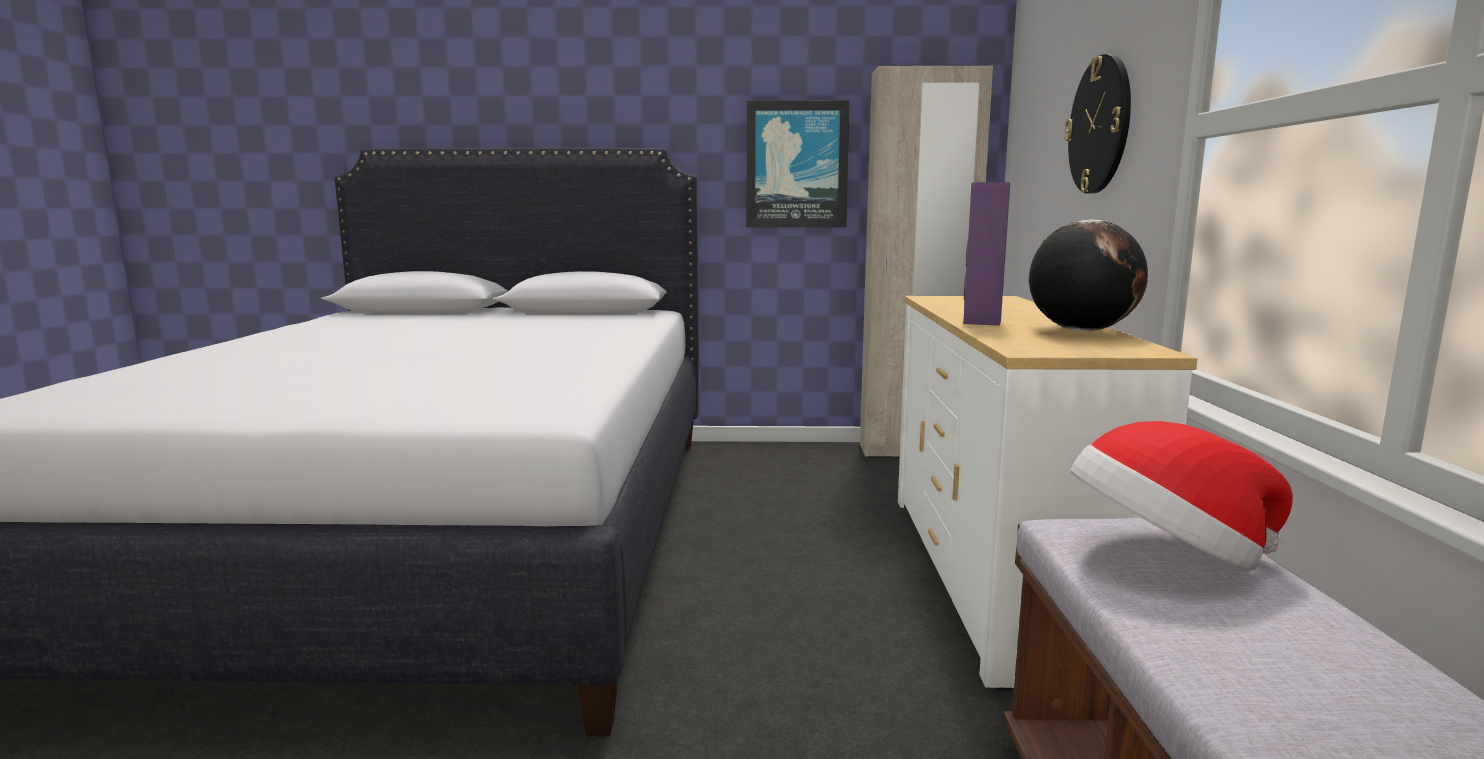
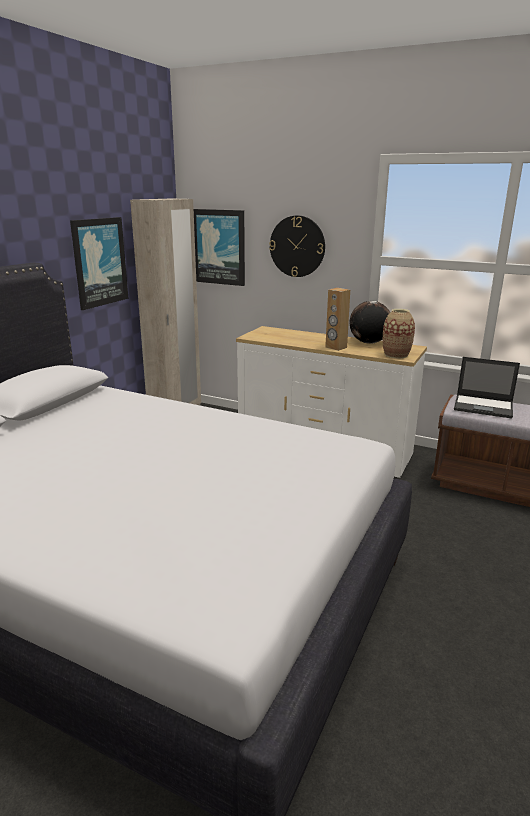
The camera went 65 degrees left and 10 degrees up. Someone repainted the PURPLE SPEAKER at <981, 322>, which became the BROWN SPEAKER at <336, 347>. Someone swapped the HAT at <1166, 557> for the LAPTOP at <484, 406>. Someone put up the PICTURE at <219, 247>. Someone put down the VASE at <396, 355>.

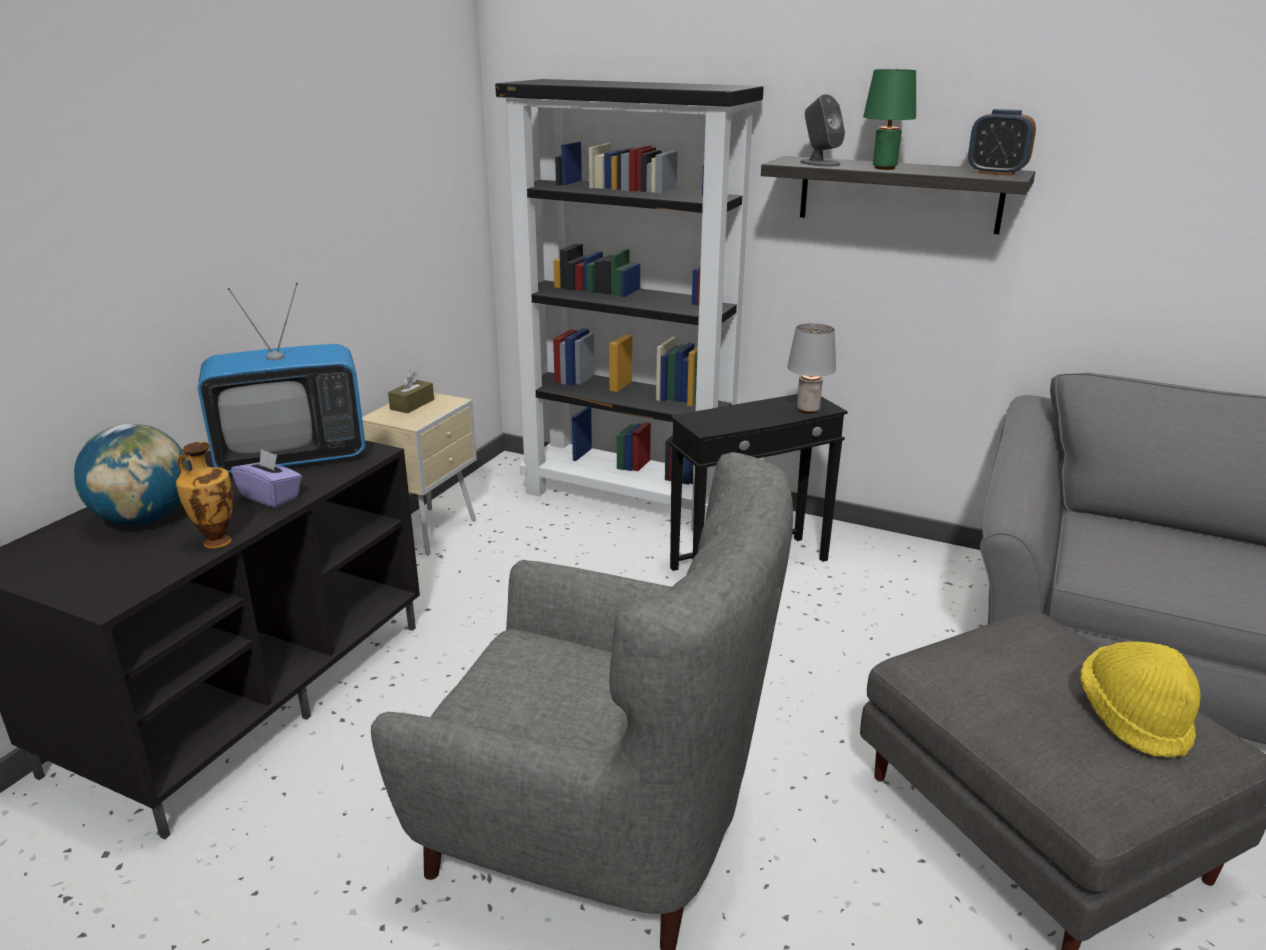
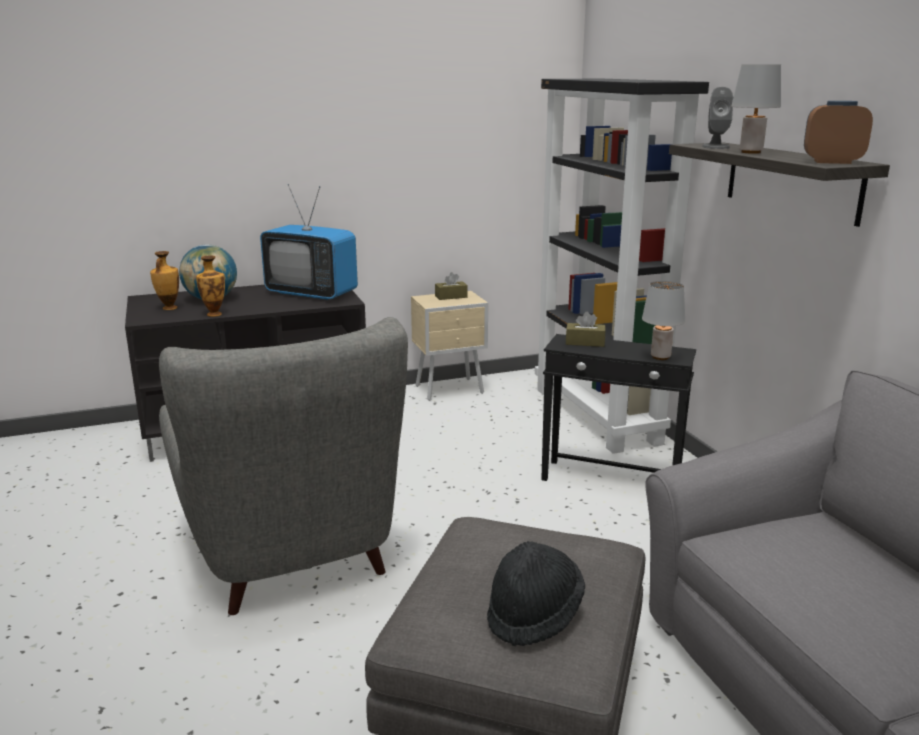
The camera went 45 degrees right and 5 degrees down. Someone repainted the GREEN TABLE LAMP at <884, 168>, which became the GREY TABLE LAMP at <750, 152>. Someone rotated the ALARM CLOCK at <996, 173> by 120 degrees clockwise. Someone took away the PURPLE TISSUE BOX at <271, 497>. Someone repainted the YELLOW HAT at <1133, 718>, which became the BLACK HAT at <534, 614>. Someone put down the VASE at <169, 308>. Someone put down the BROWN TISSUE BOX at <585, 342>.

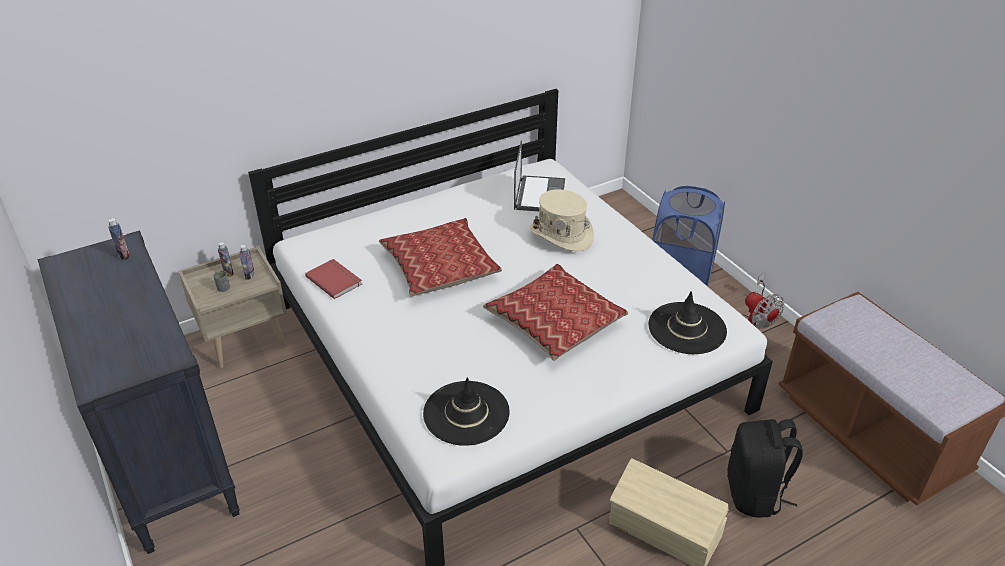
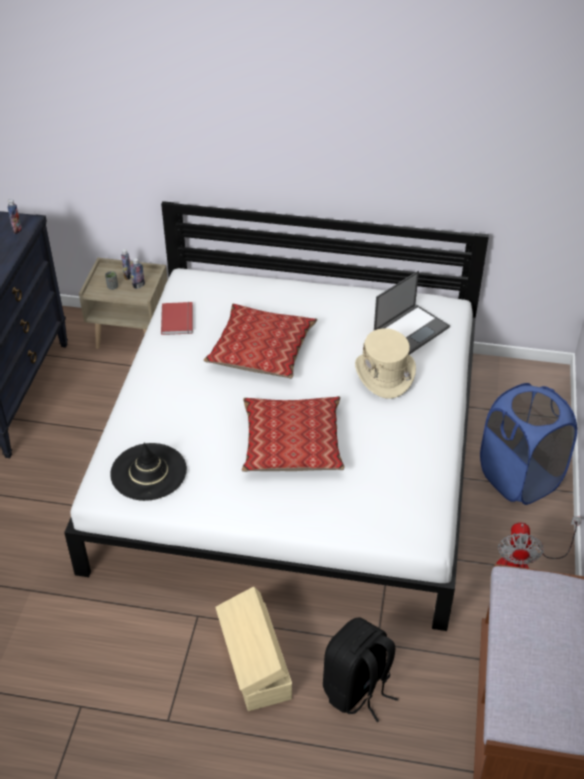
The camera went 40 degrees right and 5 degrees up. Someone took away the BLACK HAT at <687, 328>.

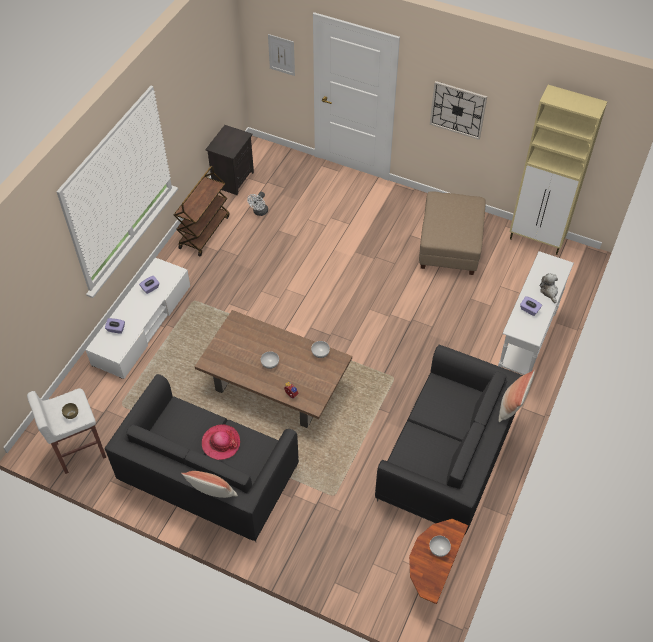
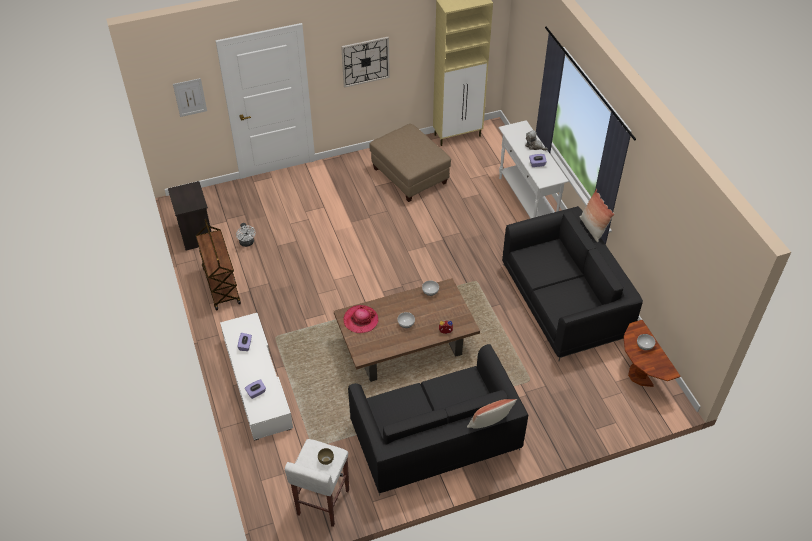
The camera went 45 degrees left and 5 degrees down. Someone carried the HAT from <221, 443> to <360, 320>.

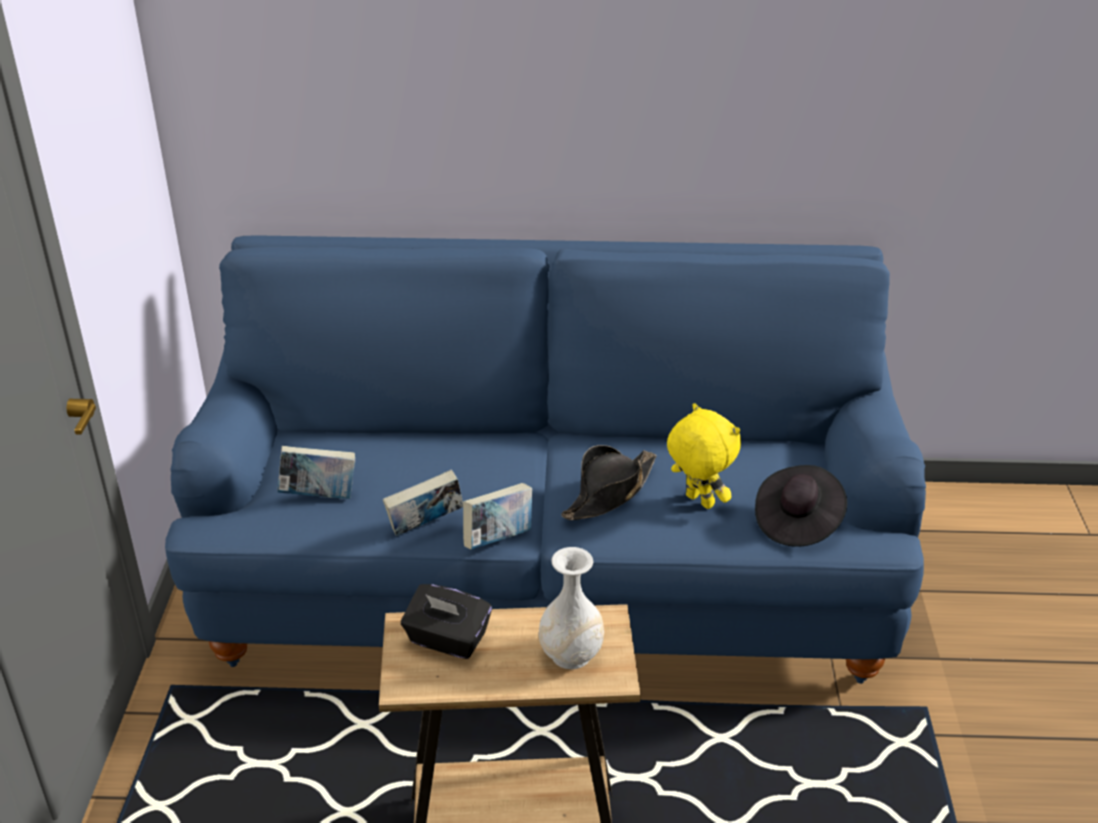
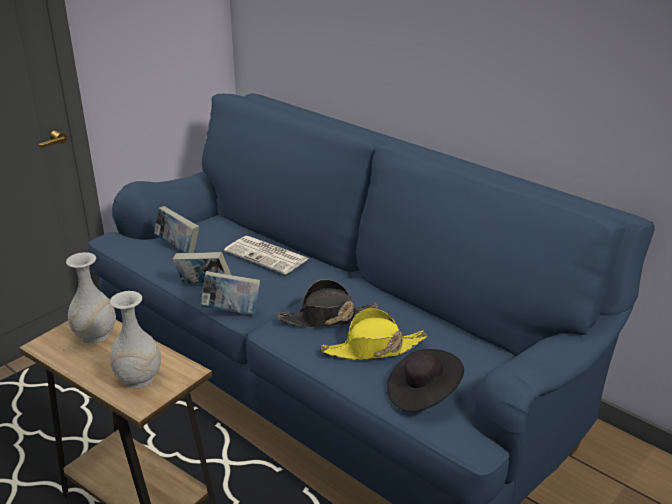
The camera went 40 degrees right and 5 degrees down. Someone swapped the YELLOW PLUSH TOY at <698, 501> for the YELLOW HAT at <373, 349>. Someone swapped the BLACK TISSUE BOX at <447, 640> for the WHITE VASE at <96, 335>. Someone put down the NEWSPAPER at <267, 255>.

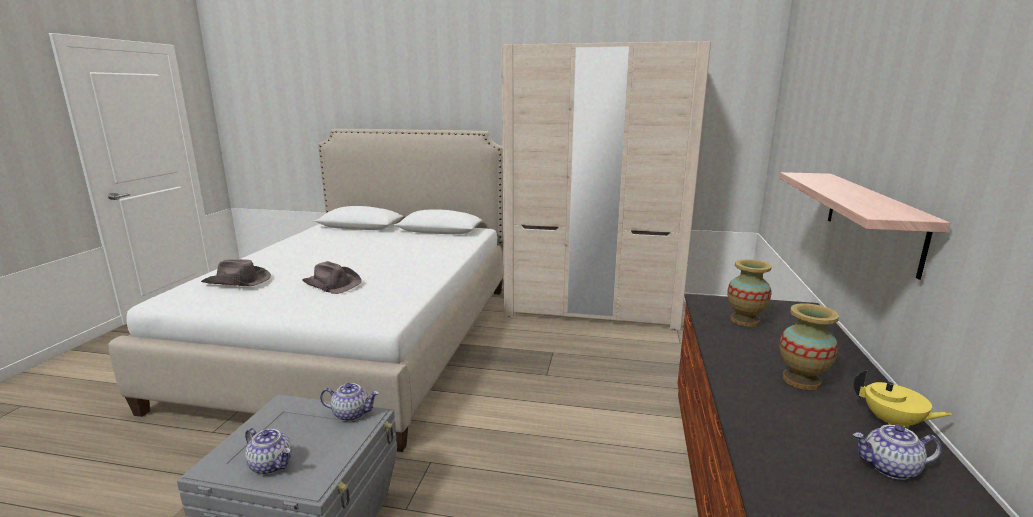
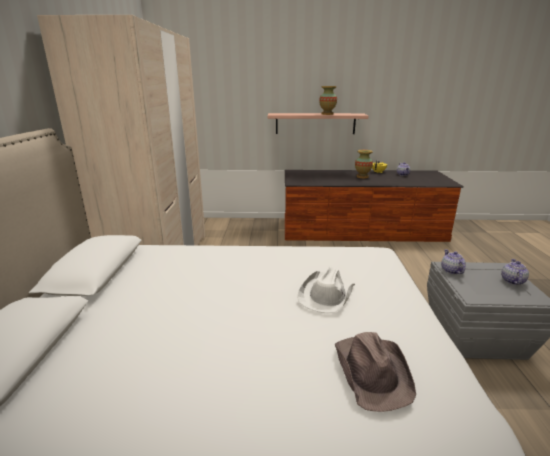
The camera went 100 degrees left and 5 degrees up. Someone carried the VASE from <745, 320> to <327, 114>. Someone repainted the BROWN HAT at <332, 284>, which became the WHITE HAT at <326, 294>.

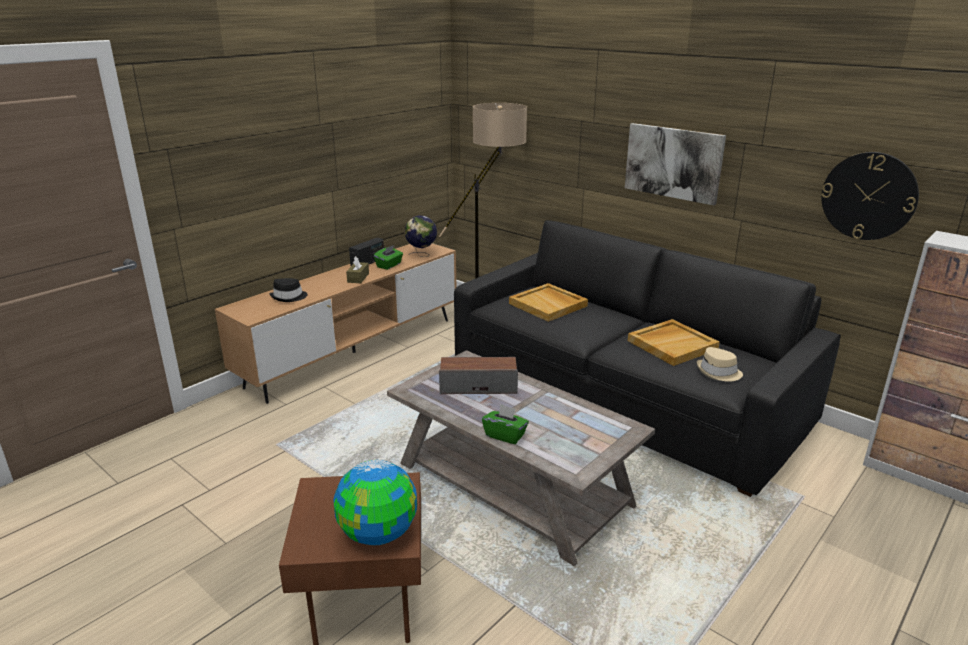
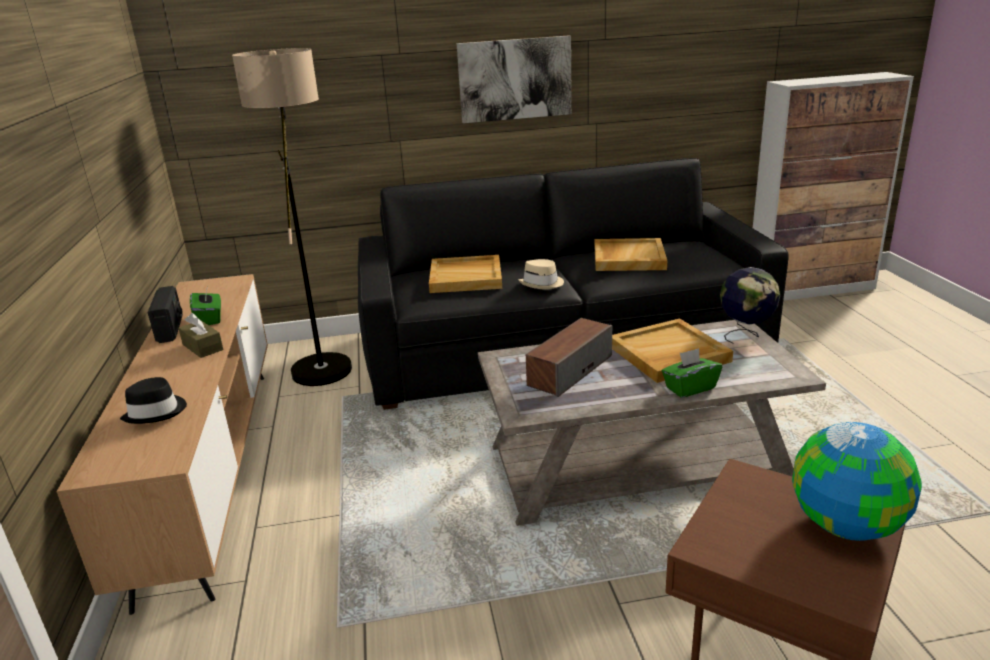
The camera went 50 degrees left and 0 degrees up. Someone took away the WALL CLOCK at <868, 196>. Someone carried the GLOBE from <421, 255> to <745, 335>. Someone carried the BEIGE HAT from <718, 372> to <542, 284>. Someone put down the BEIGE TRAY at <668, 354>.

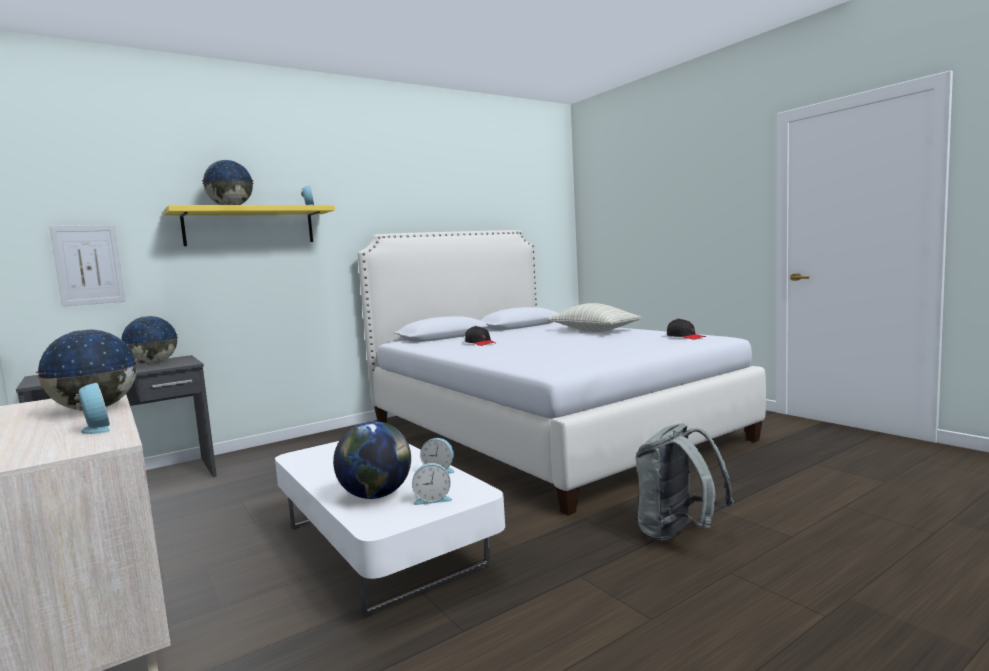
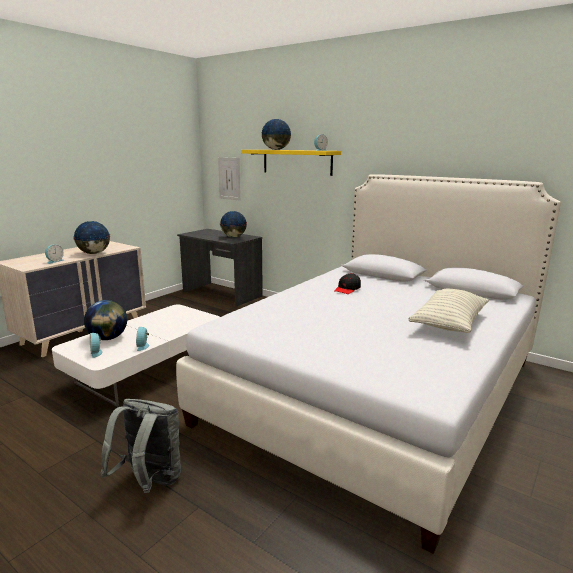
The camera went 70 degrees right and 10 degrees up. Someone took away the BLACK CAP at <685, 337>.

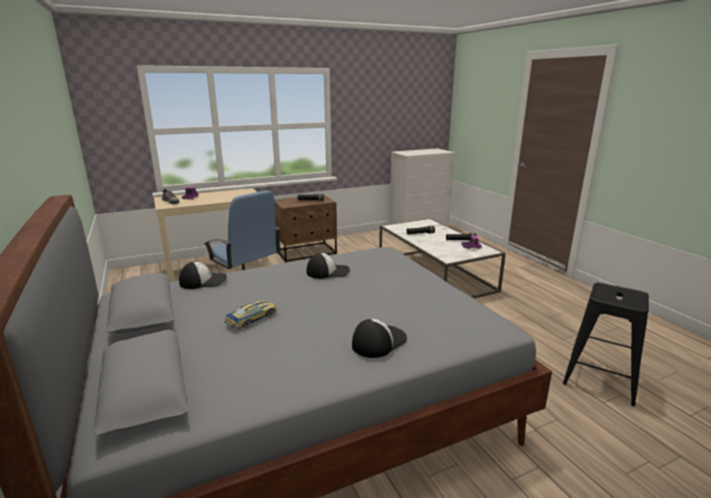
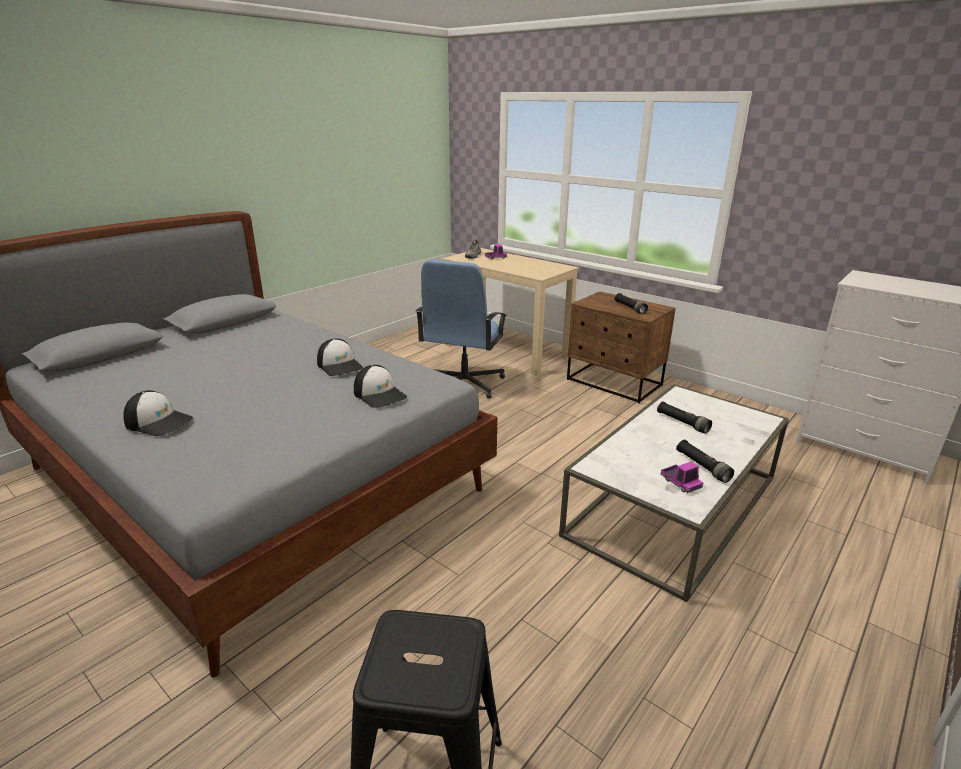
The camera went 65 degrees right and 5 degrees up. Someone carried the CAP from <203, 281> to <380, 394>. Someone took away the TOY CAR at <252, 318>.

